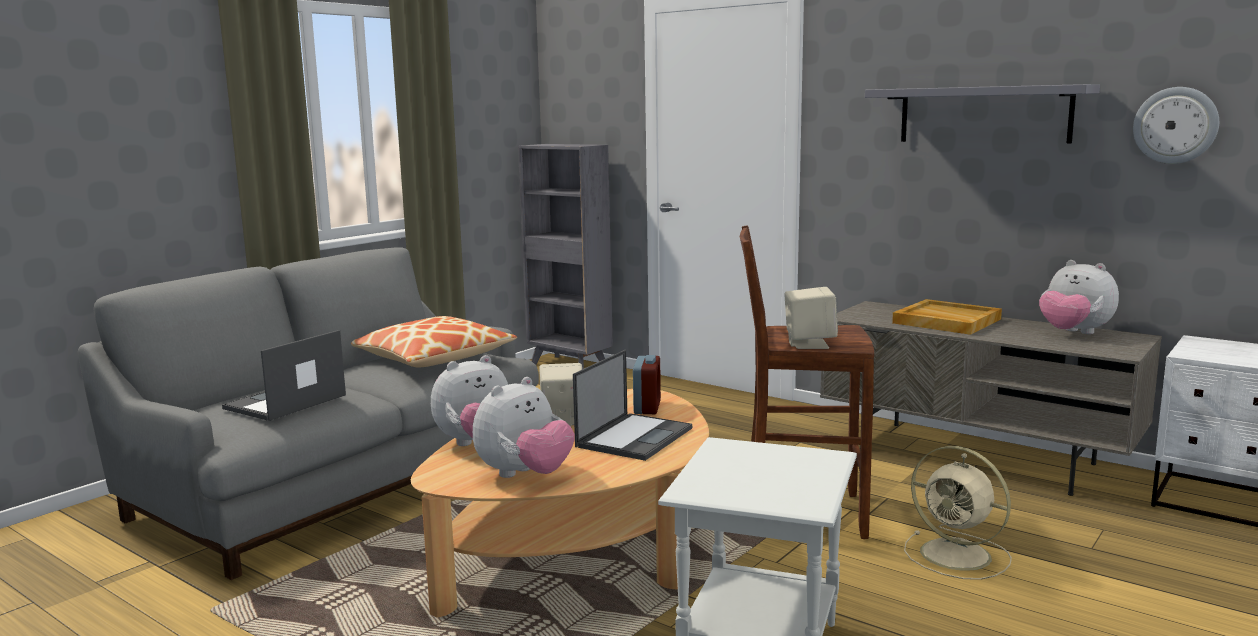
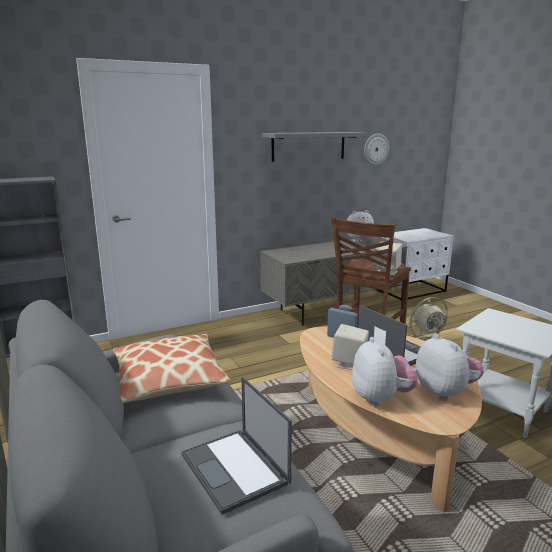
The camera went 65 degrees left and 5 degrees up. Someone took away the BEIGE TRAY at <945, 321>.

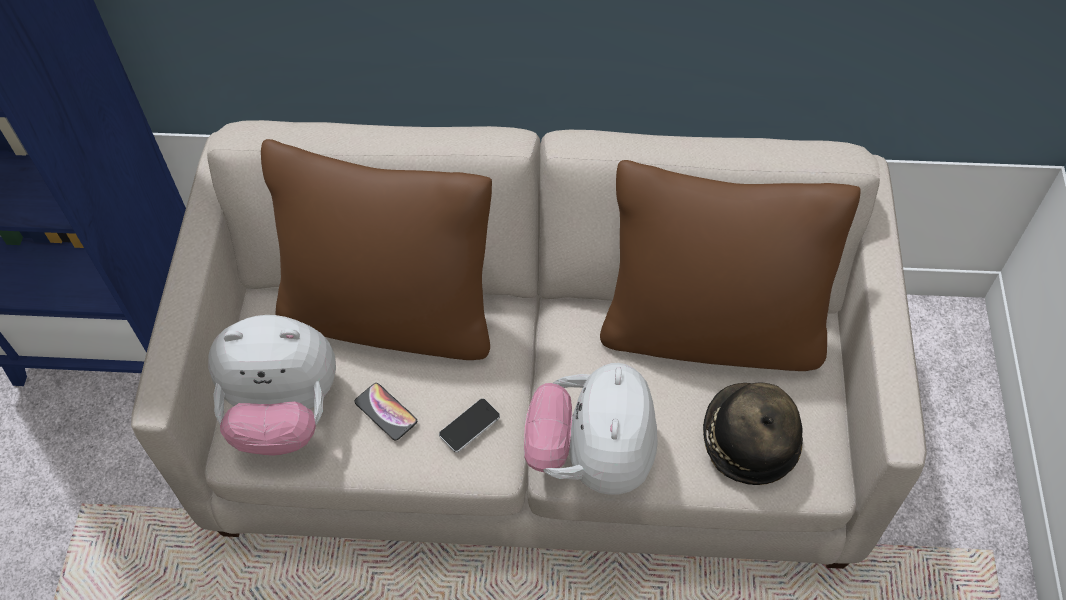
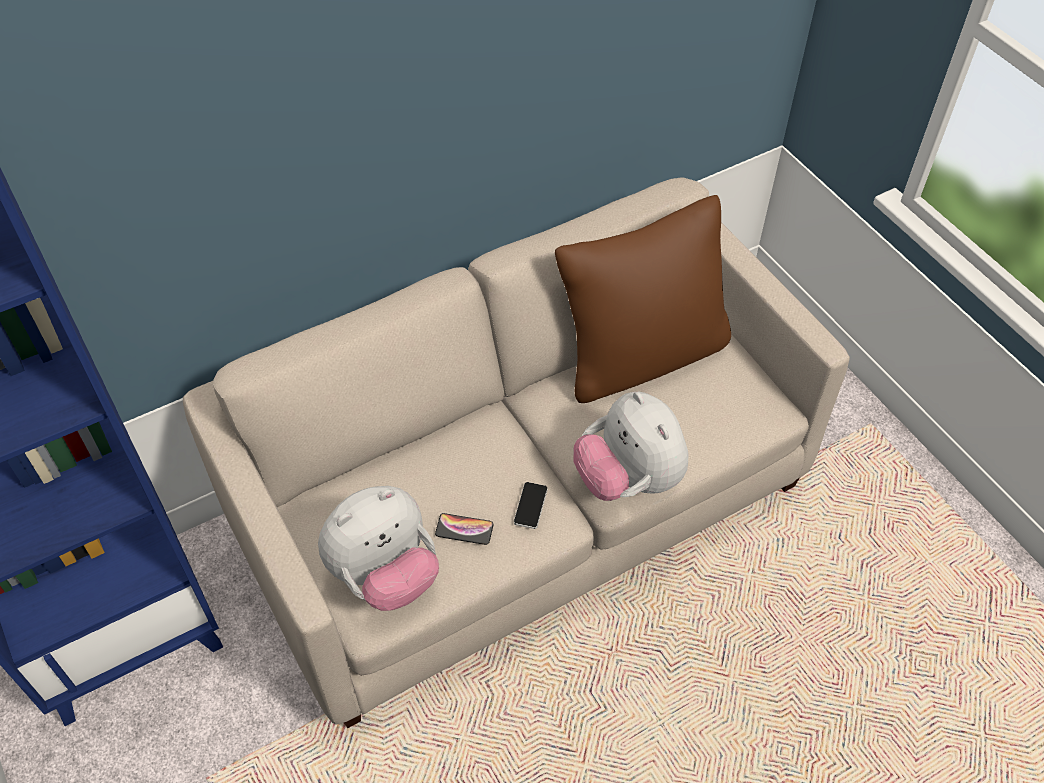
The camera went 35 degrees left and 5 degrees down. Someone took away the BROWN PILLOW at <391, 314>. Someone took away the HAT at <748, 439>.

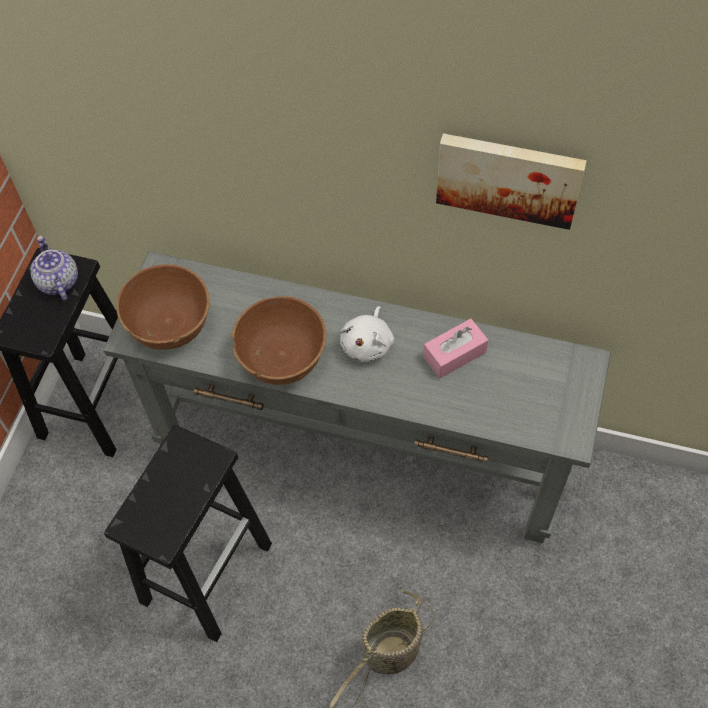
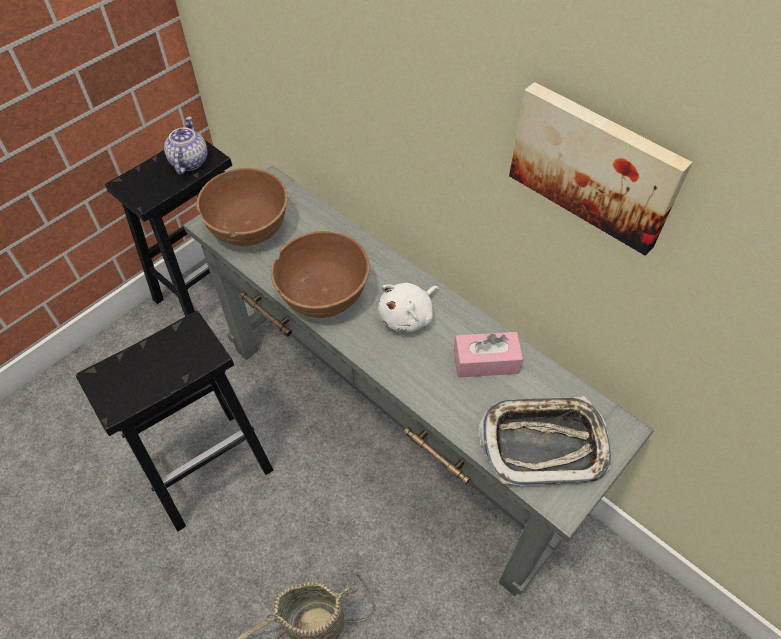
The camera went 25 degrees right and 5 degrees down. Someone put down the TRAY at <544, 443>.

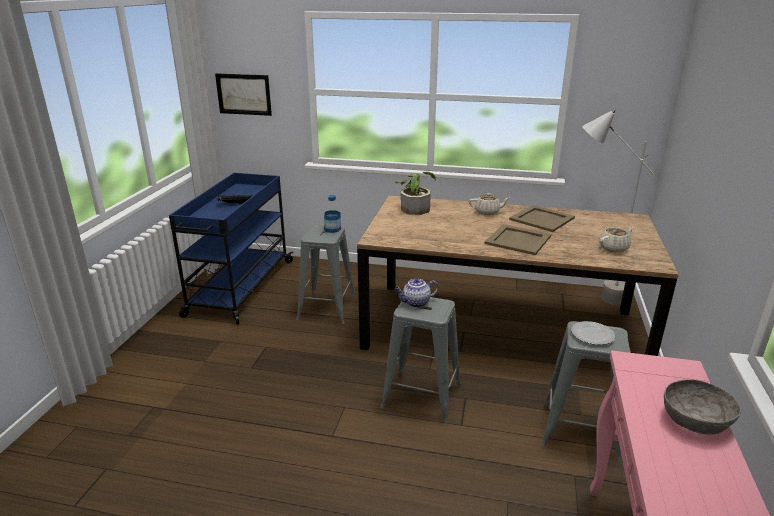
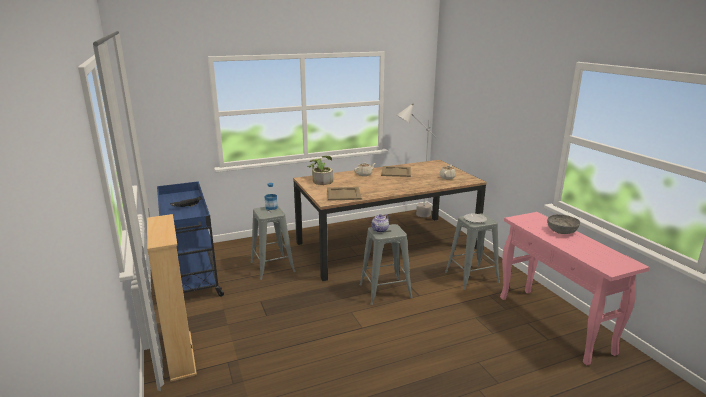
The camera went 35 degrees left and 5 degrees down. Someone took away the PICTURE at <243, 94>. Someone carried the BEIGE TRAY from <517, 240> to <343, 194>. Someone put down the BEIGE BOOKCASE at <180, 355>.

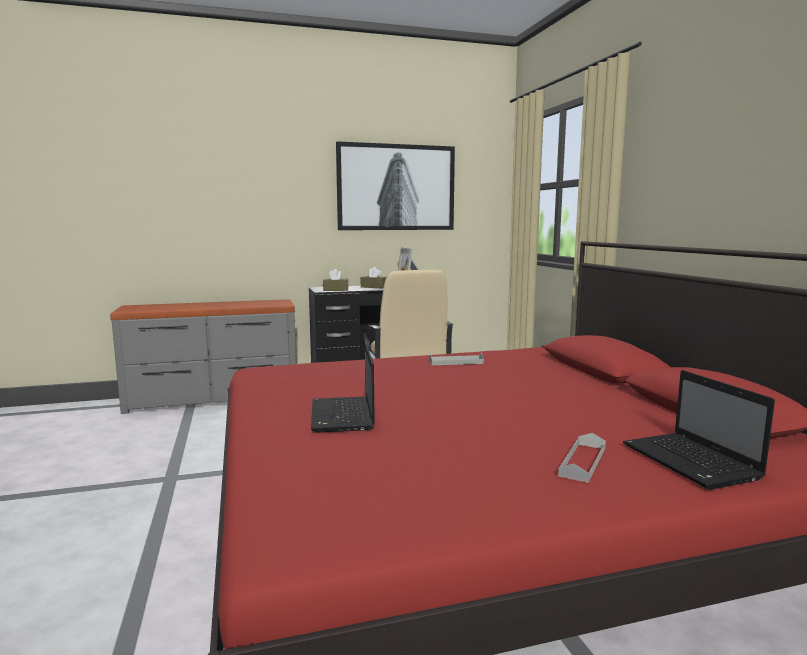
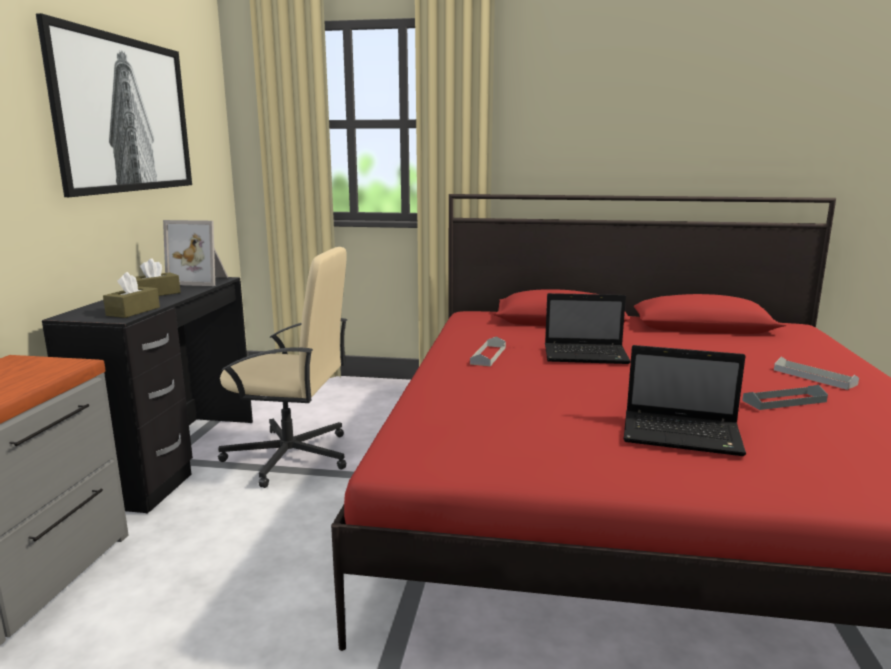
The camera went 65 degrees left and 5 degrees up. Someone carried the LAPTOP from <692, 462> to <587, 355>. Someone put down the GREY TRAY at <784, 401>.

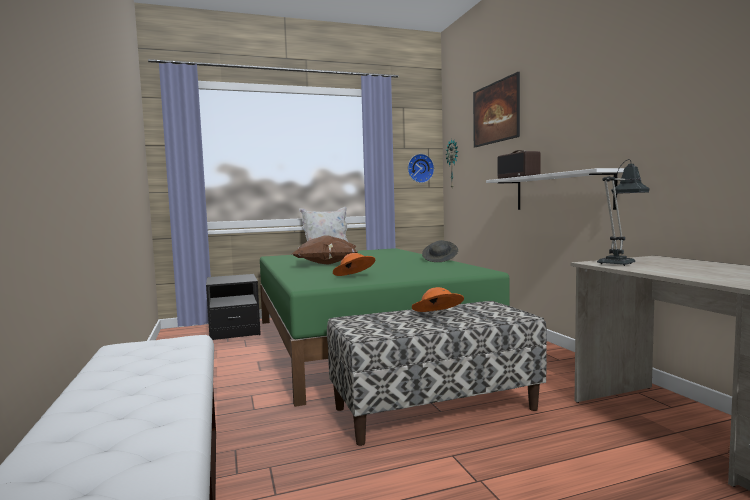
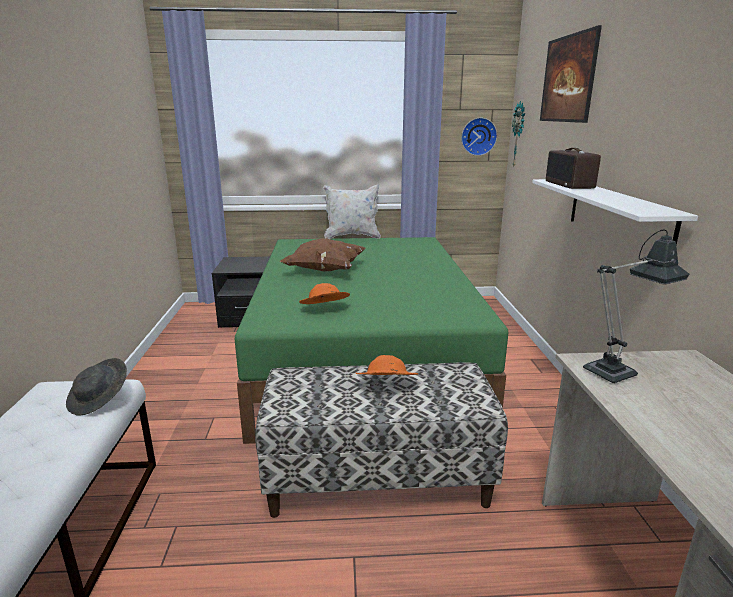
The camera went 15 degrees right and 15 degrees up. Someone carried the GREY HAT from <440, 260> to <100, 400>.

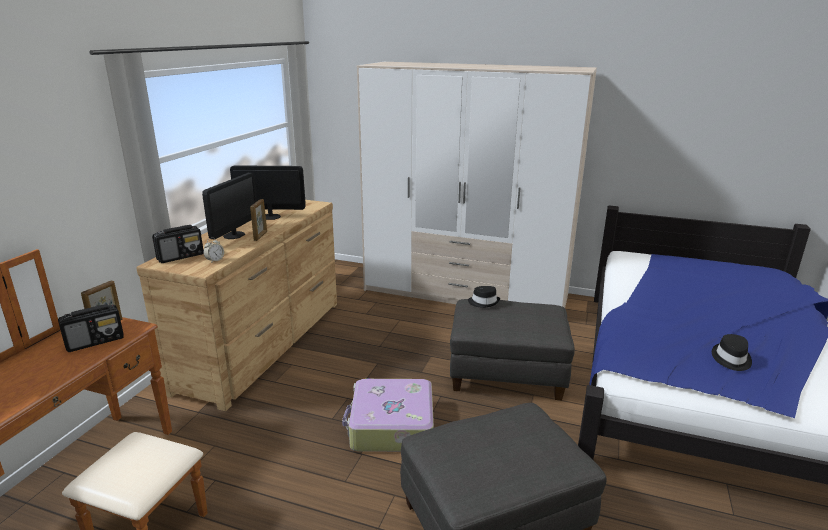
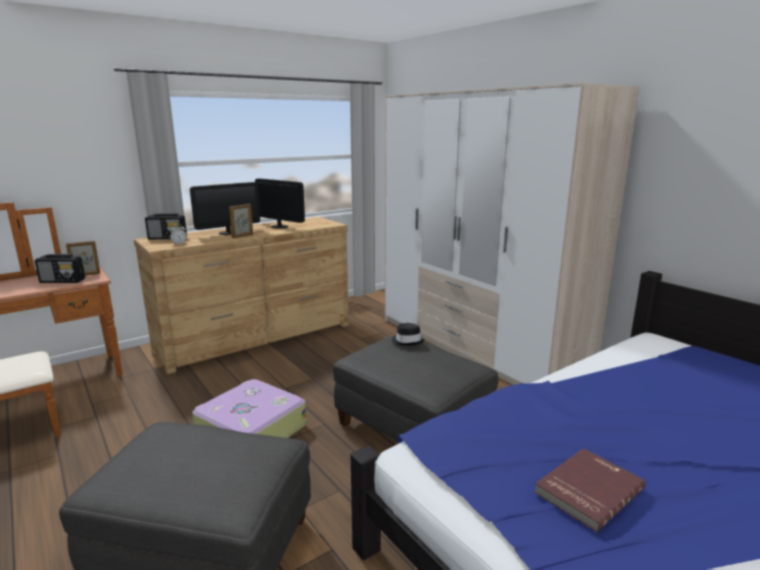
The camera went 35 degrees right and 5 degrees down. Someone swapped the BLACK HAT at <731, 359> for the RED BOOK at <587, 489>.

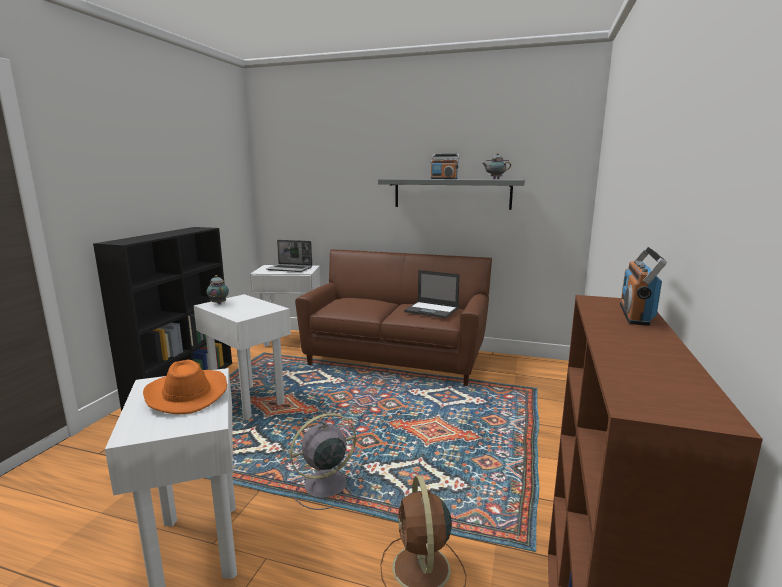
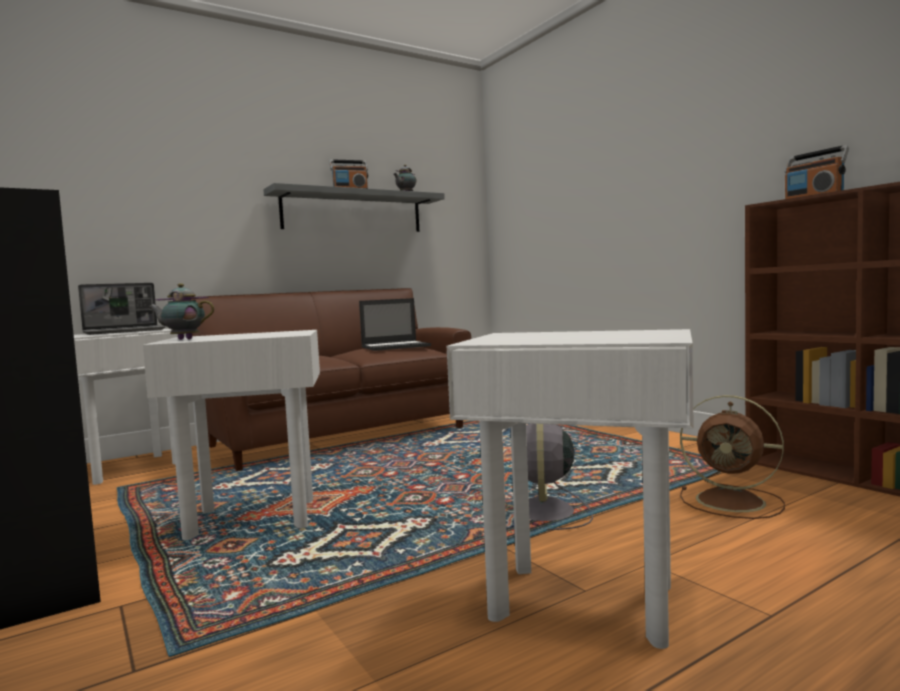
The camera went 50 degrees left and 10 degrees down. Someone took away the ORANGE HAT at <186, 394>.

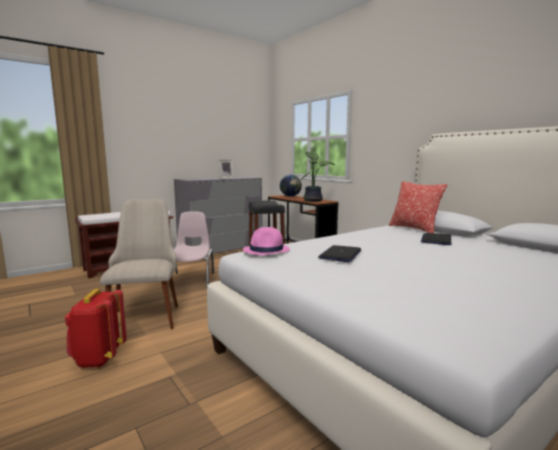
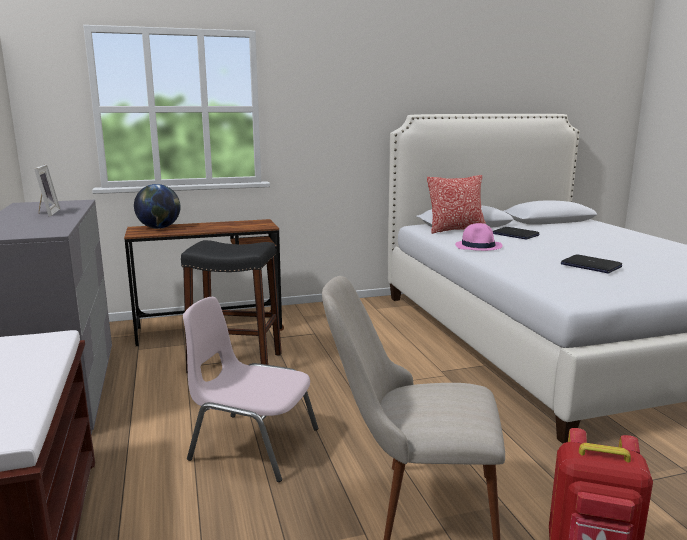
The camera went 70 degrees left and 5 degrees up. Someone took away the POTTED PLANT at <313, 200>. Someone carried the PINK HAT from <266, 250> to <478, 246>.

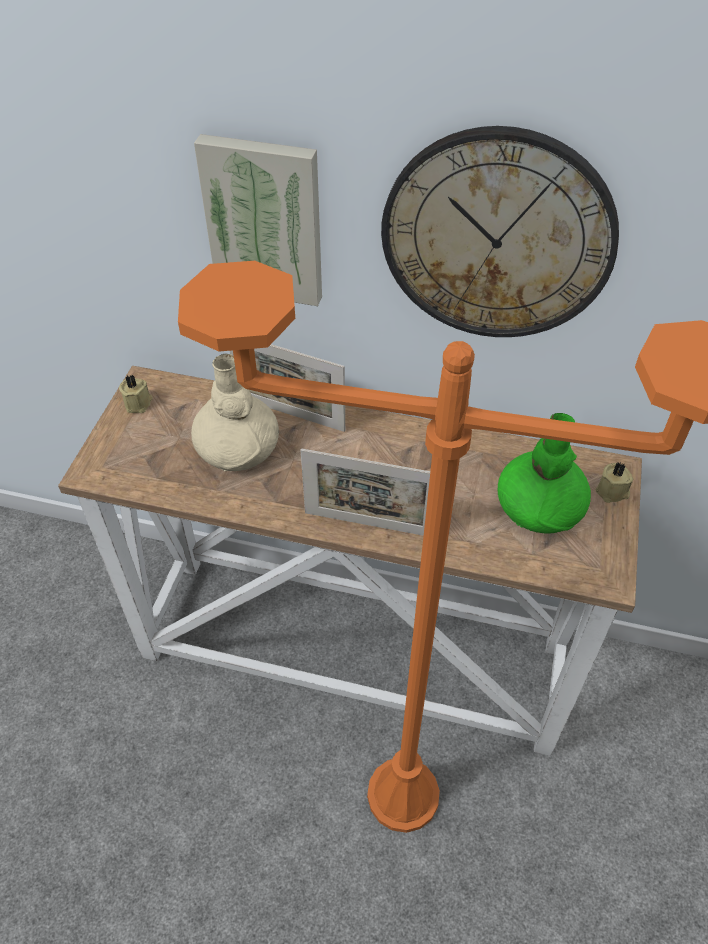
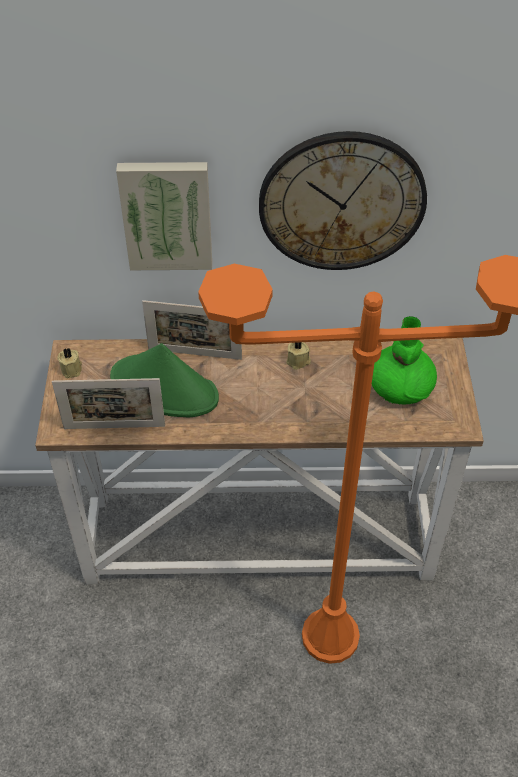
The camera went 15 degrees left and 0 degrees up. Someone swapped the BEIGE VASE at <238, 447> for the GREEN HAT at <165, 388>. Someone carried the PICTURE FRAME from <370, 524> to <114, 427>. Someone carried the BEIGE CANDLE from <612, 492> to <298, 361>.

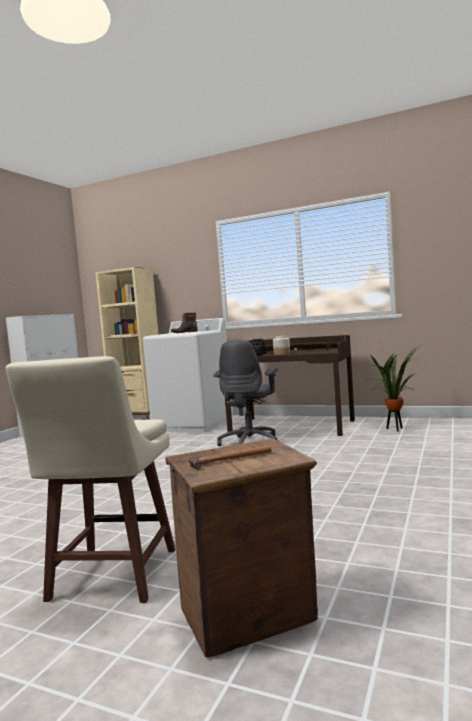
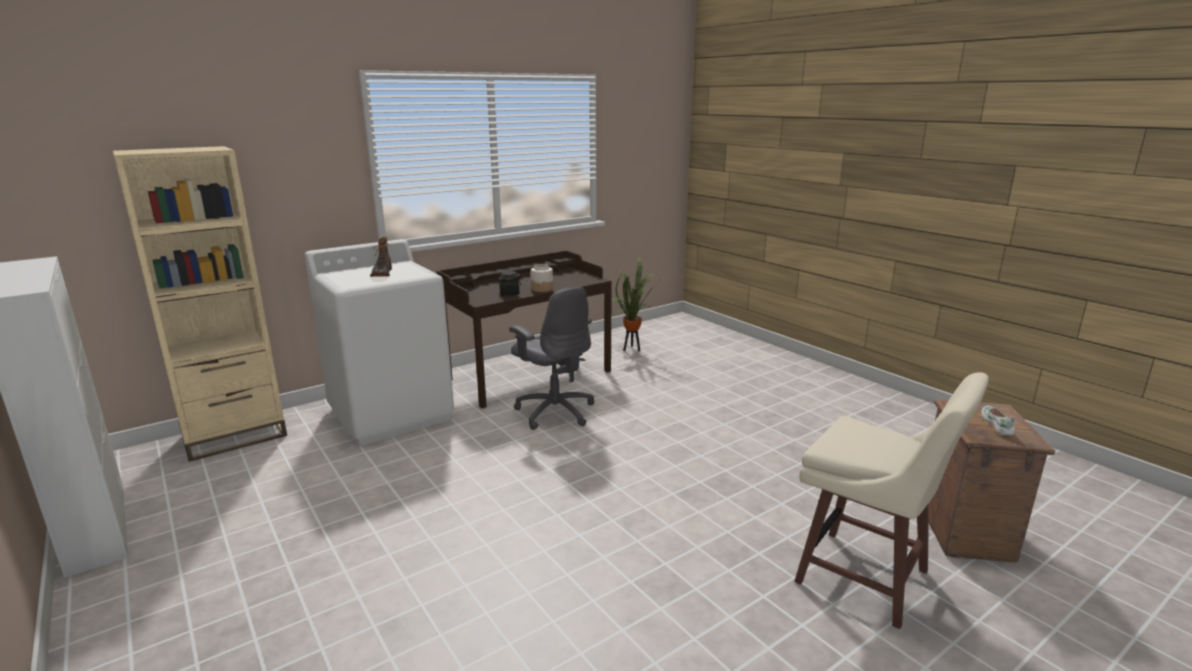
The camera went 60 degrees left and 15 degrees up. Someone swapped the HAMMER at <231, 459> for the WHITE SHOE at <997, 424>.

